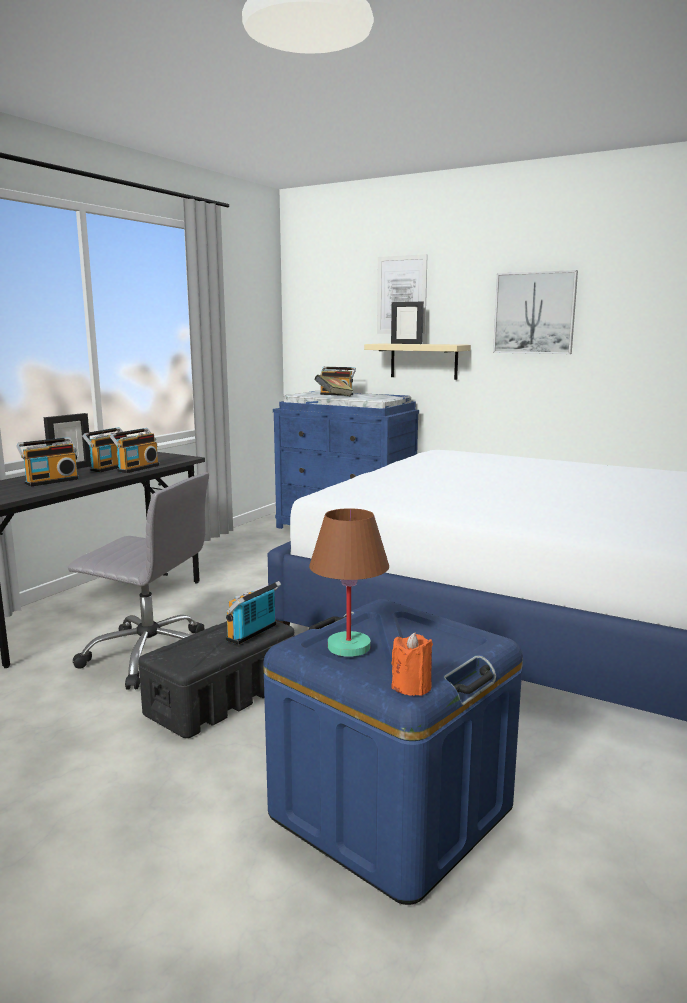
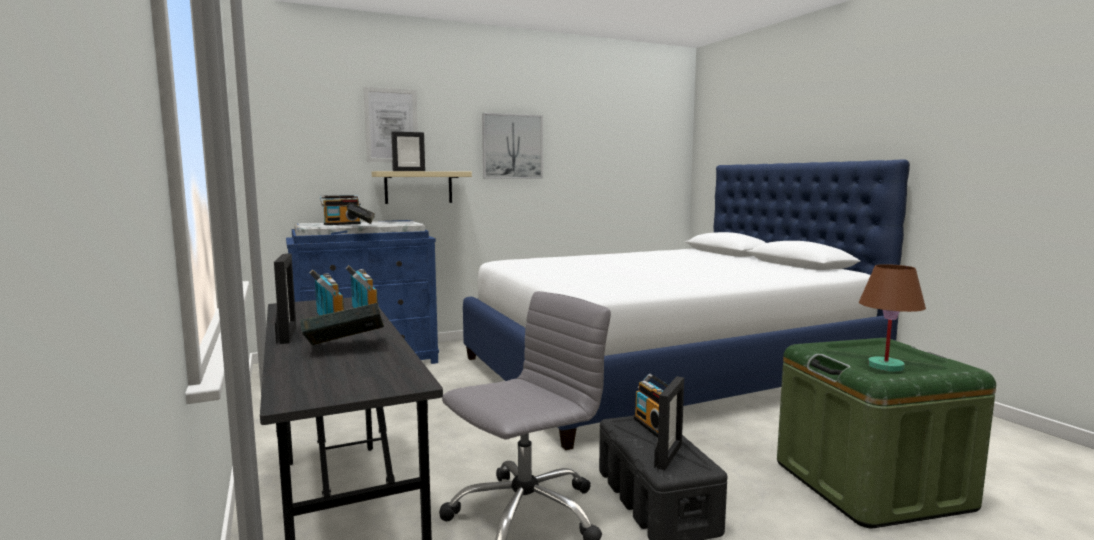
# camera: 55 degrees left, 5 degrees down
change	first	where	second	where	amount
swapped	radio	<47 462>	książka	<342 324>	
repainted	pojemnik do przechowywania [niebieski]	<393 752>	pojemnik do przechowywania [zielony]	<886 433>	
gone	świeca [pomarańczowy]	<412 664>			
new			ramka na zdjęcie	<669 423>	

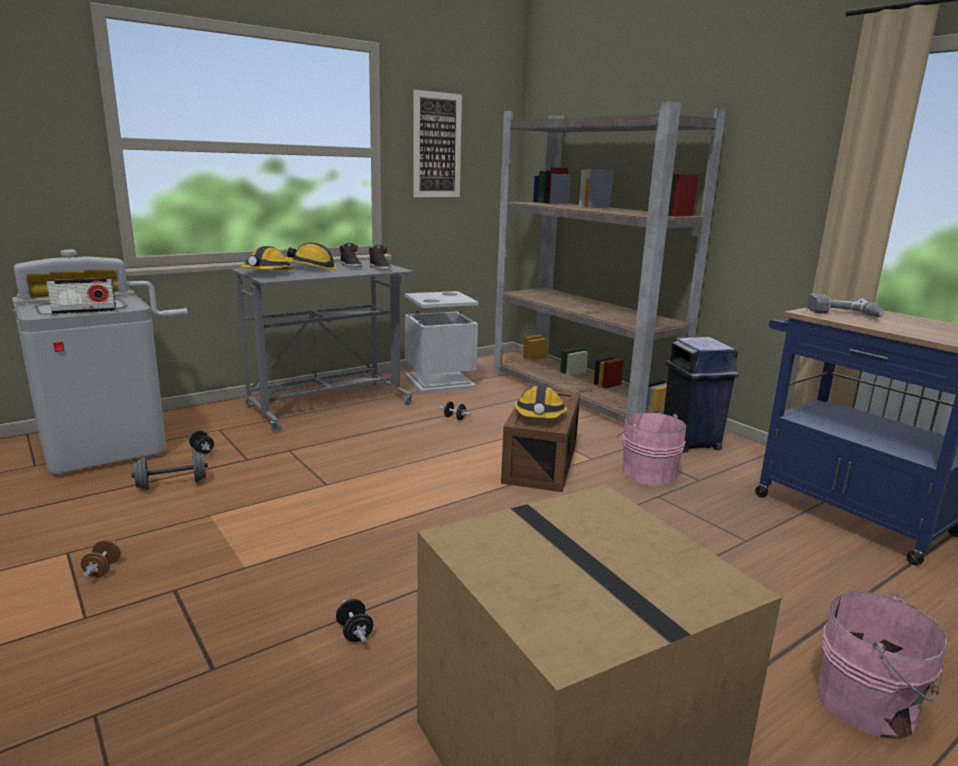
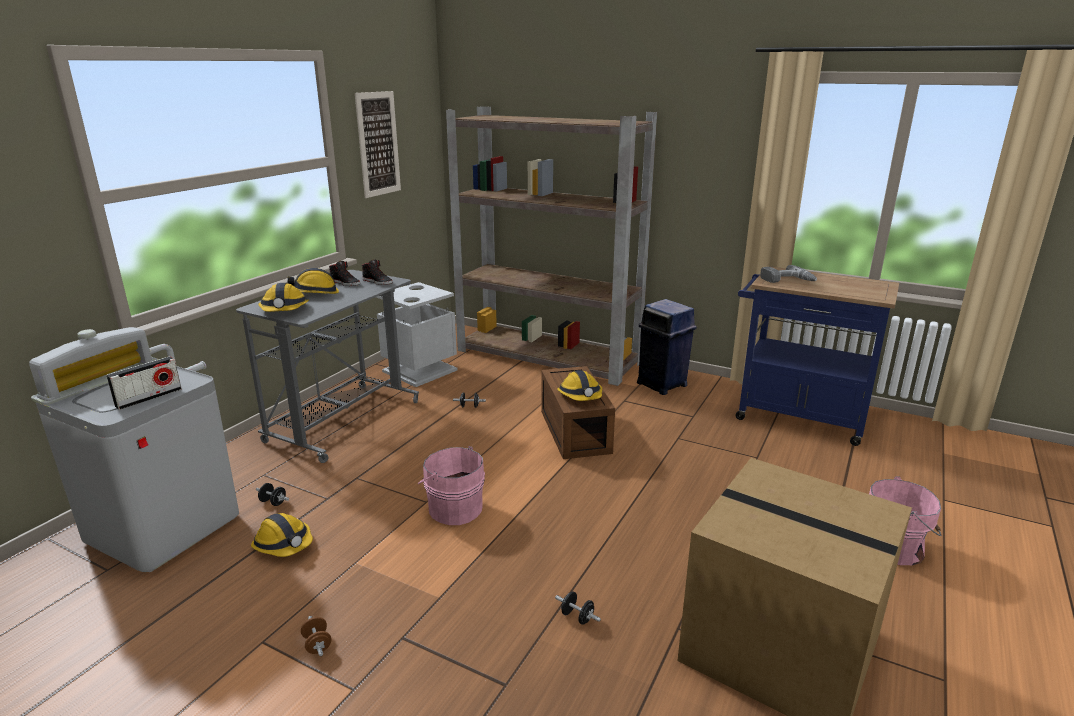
# camera: 25 degrees left, 5 degrees up
change	first	where	second	where	amount
shifted	wiadro [różowy]	<651 449>		<451 485>	
swapped	hantel [szary]	<170 470>	kask	<282 535>	

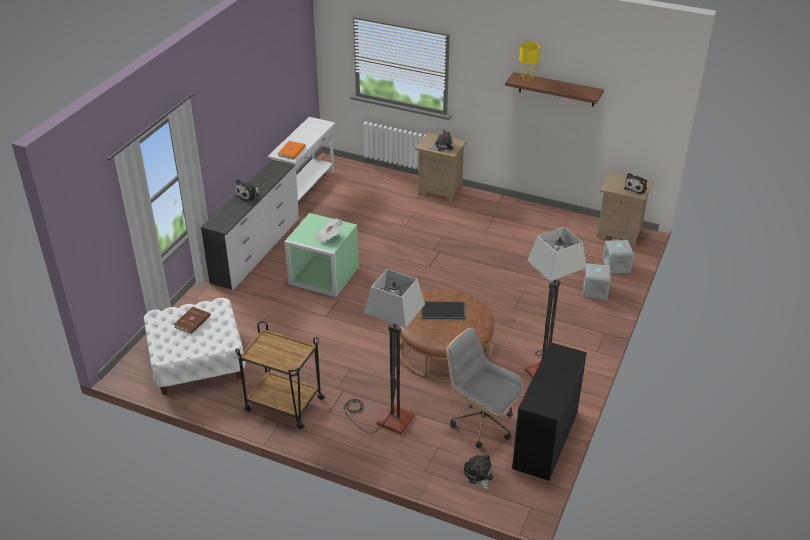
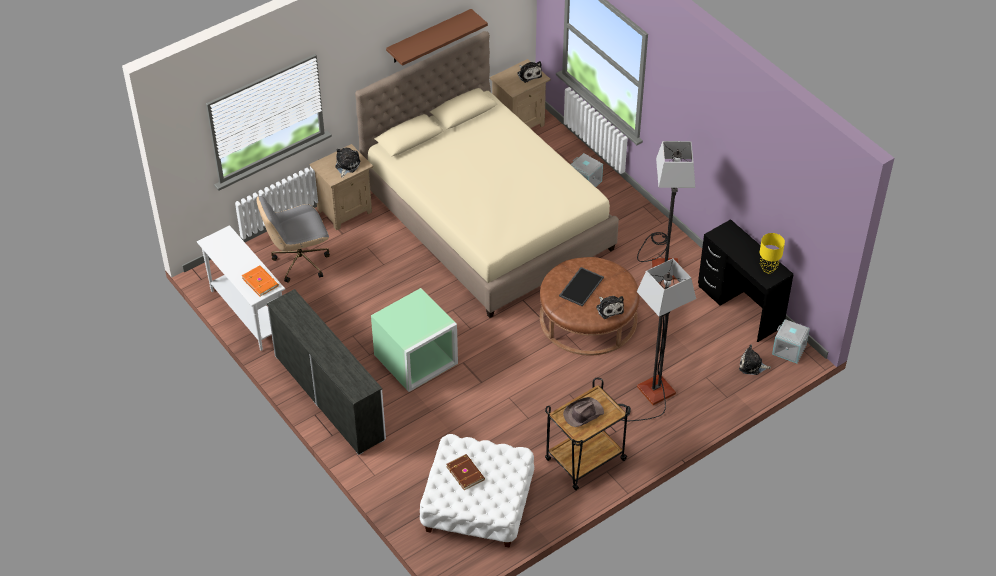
# camera: 60 degrees left, 10 degrees up
change	first	where	second	where	amount
shifted	lampa stołowa [żółty]	<529 61>		<772 253>	
shifted	pluszak	<247 190>		<610 307>	
gone	gazeta	<328 230>			
shifted	pojemnik do przechowywania [szary]	<618 256>		<791 341>	
shifted	krzesło biurowe [szary]	<484 388>		<293 239>	
new			łóżko [beżowy]	<487 174>	
new			kapelusz [brązowy]	<583 412>	

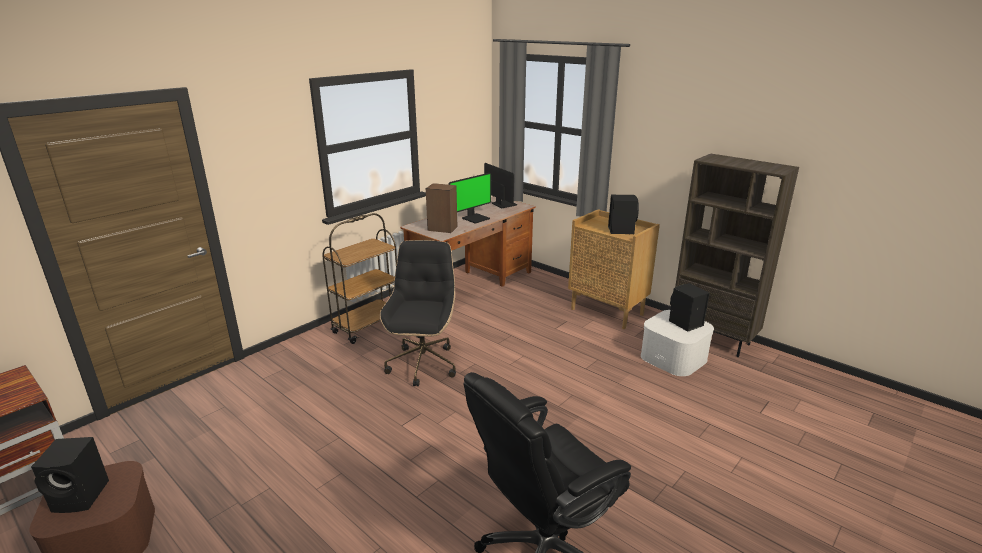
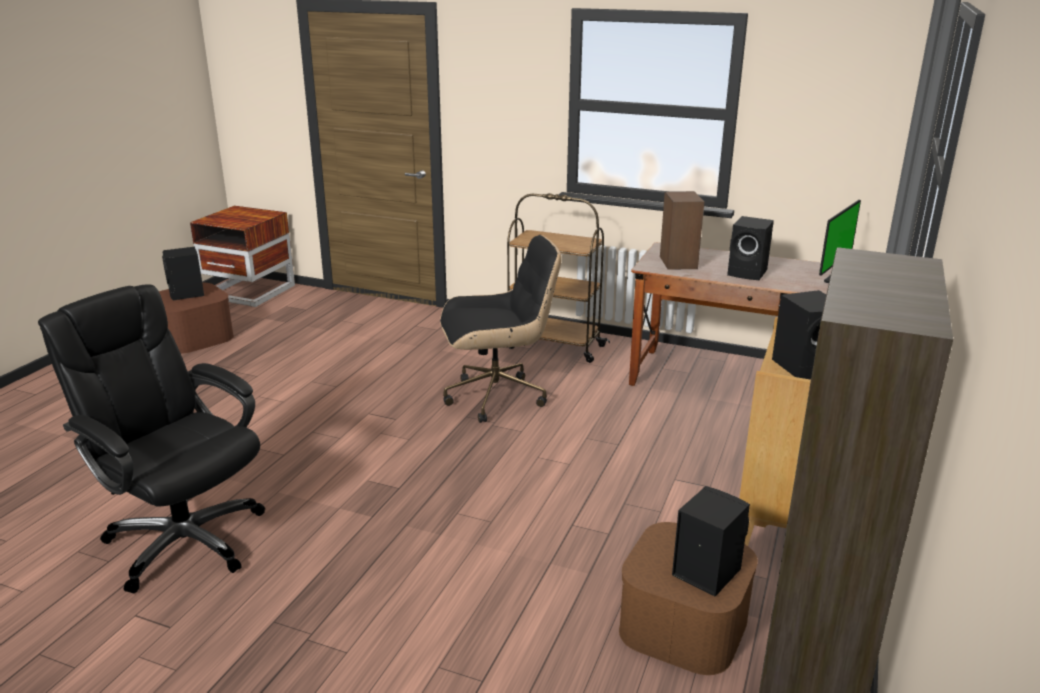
# camera: 70 degrees right, 0 degrees up
change	first	where	second	where	amount
swapped	monitor	<470 198>	głośnik [czarny]	<750 248>	
repainted	pojemnik do przechowywania [biały]	<677 343>	pojemnik do przechowywania [brązowy]	<688 598>	

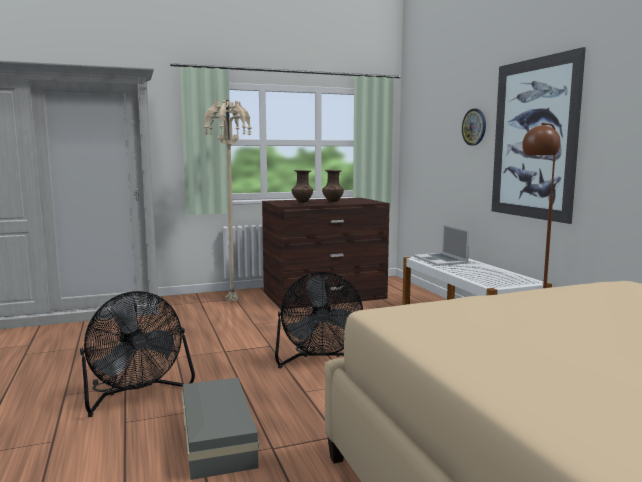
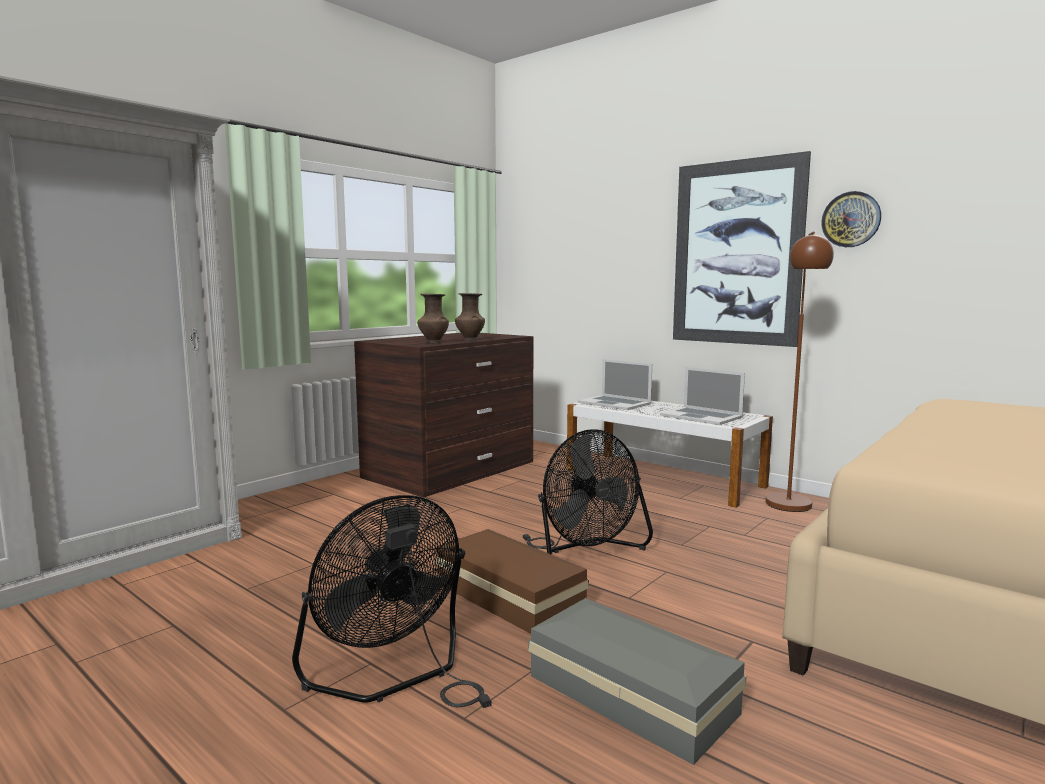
# camera: 30 degrees left, 0 degrees up
change	first	where	second	where	amount
gone	lampa stojąca [beżowy]	<227 201>			
shifted	zegar ścienny	<474 127>		<851 219>	
rotated	wentylator [czarny]	<137 354>		<392 601>	150 degrees counterclockwise
new			laptop	<702 396>	
new			pojemnik do przechowywania [brązowy]	<512 581>	

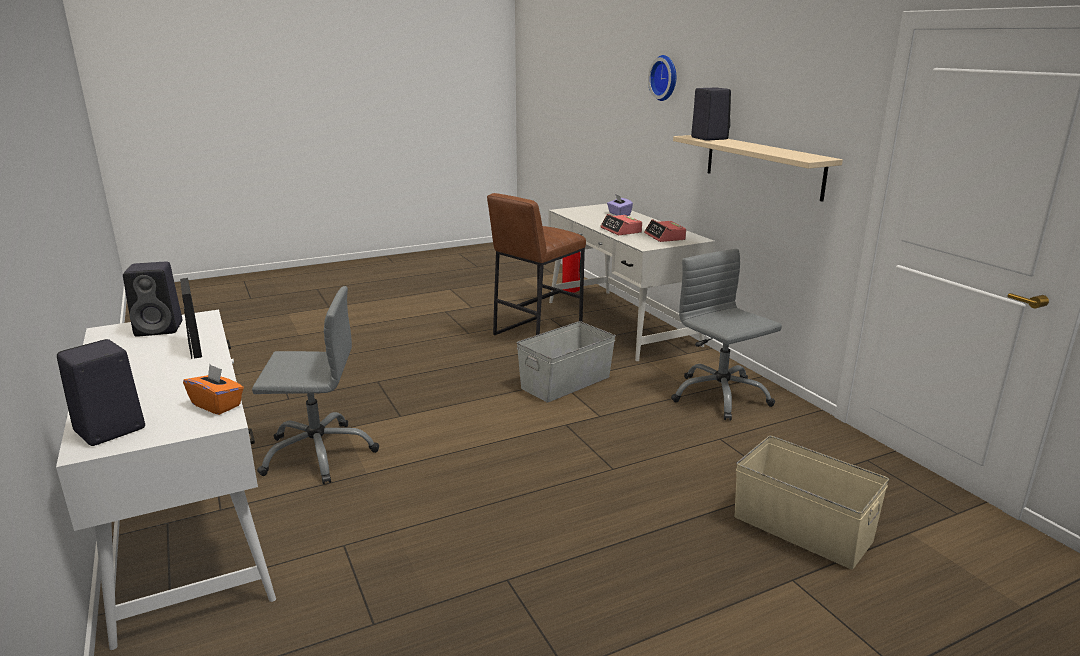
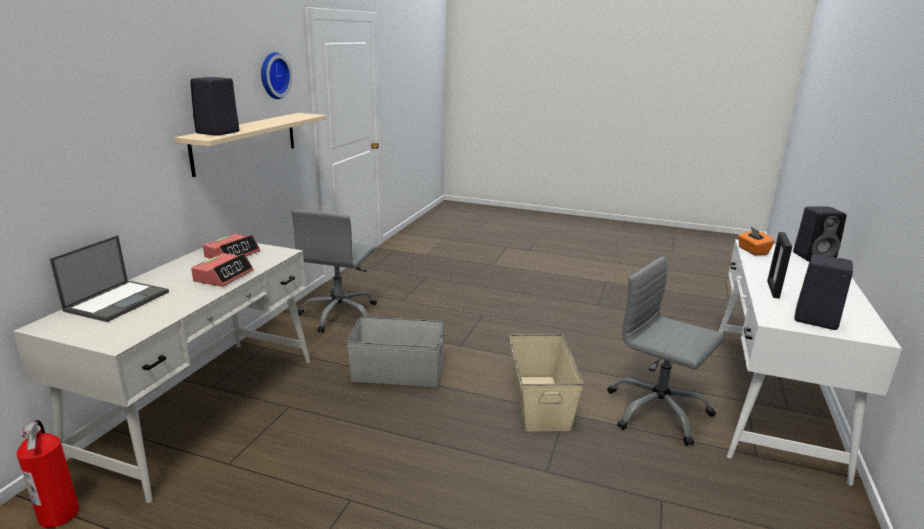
# camera: 135 degrees left, 0 degrees up
change	first	where	second	where	amount
shifted	zegar ścienny	<662 78>		<276 75>	
gone	stołek [brązowy]	<536 264>			
swapped	pudełko chusteczek [fioletowy]	<620 205>	laptop	<109 278>	
shifted	pojemnik do przechowywania [beżowy]	<811 502>		<546 383>	

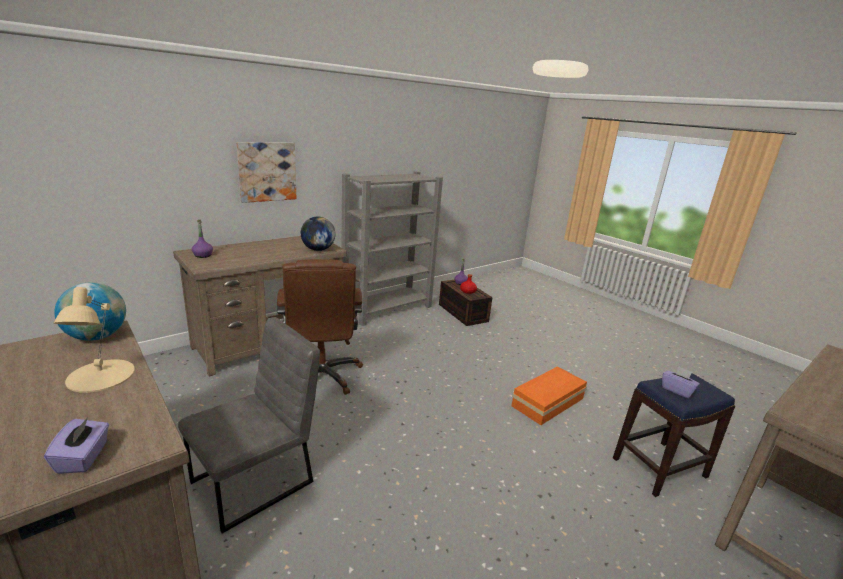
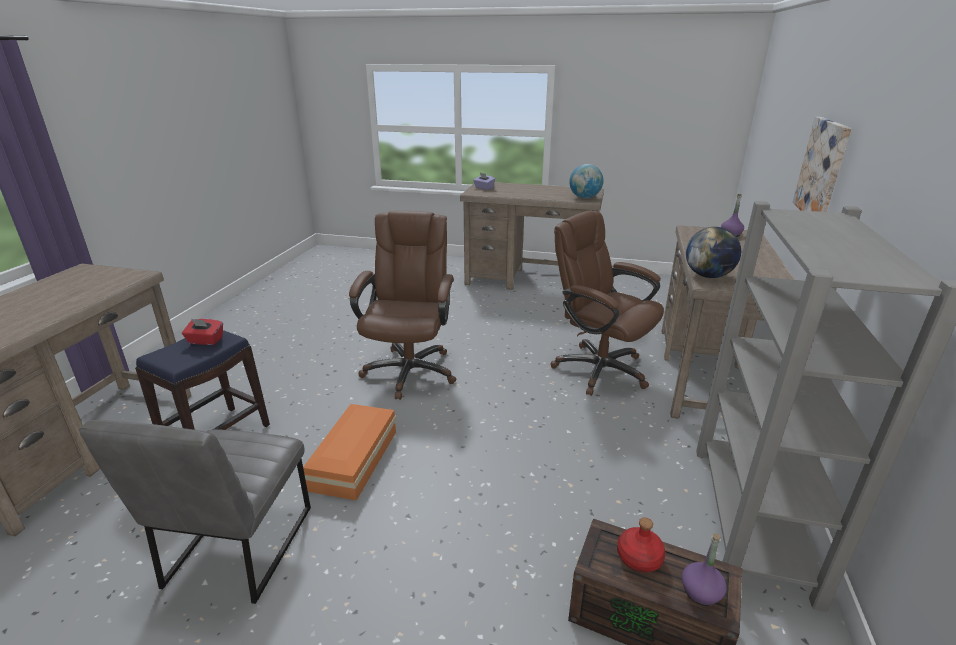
# camera: 145 degrees right, 5 degrees up
change	first	where	second	where	amount
gone	lampa stołowa [beżowy]	<94 340>			
shifted	krzesło [szary]	<249 425>		<195 512>	
repainted	pudełko chusteczek [fioletowy]	<681 382>	pudełko chusteczek [czerwony]	<202 332>	
new			krzesło biurowe [brązowy]	<402 305>	

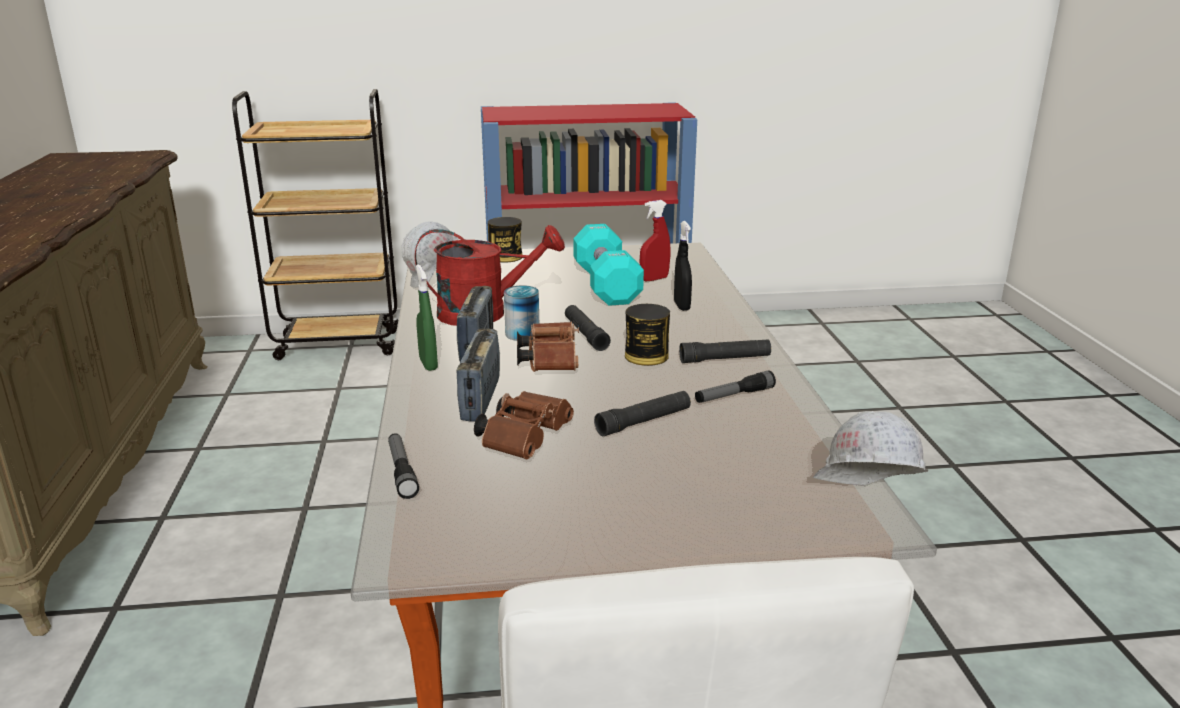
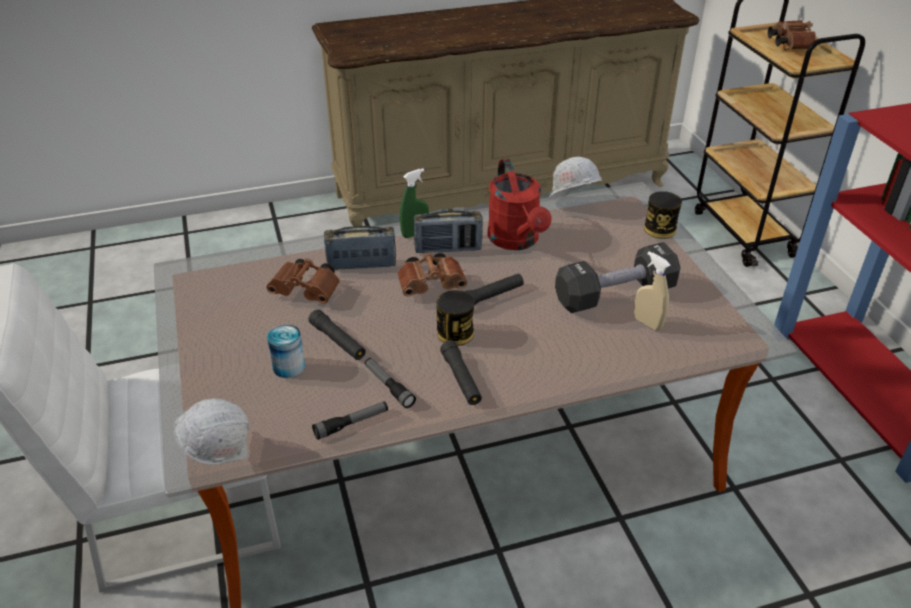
# camera: 80 degrees right, 15 degrees up
change	first	where	second	where	amount
repainted	spryskiwacz [czerwony]	<655 240>	spryskiwacz [beżowy]	<652 291>	
gone	spryskiwacz [czarny]	<683 266>			
repainted	hantel [turkusowy]	<608 265>	hantel [czarny]	<617 277>	
shifted	puszka	<521 313>		<286 351>	
shifted	latarka	<403 466>		<350 420>	
new			lornetka [brązowy]	<792 35>	

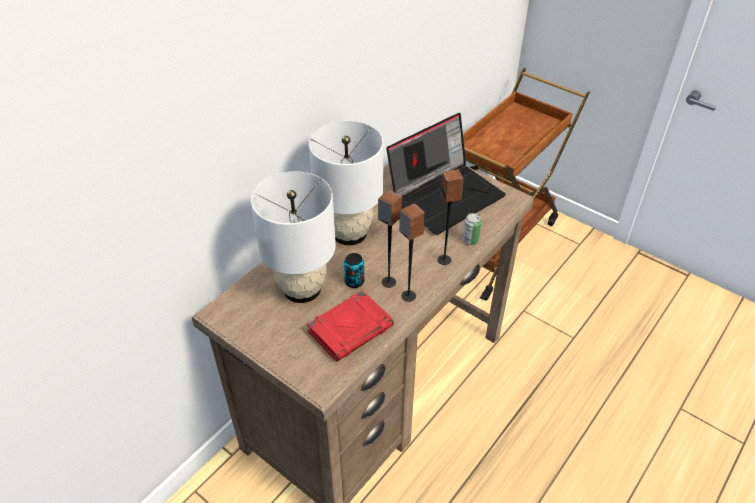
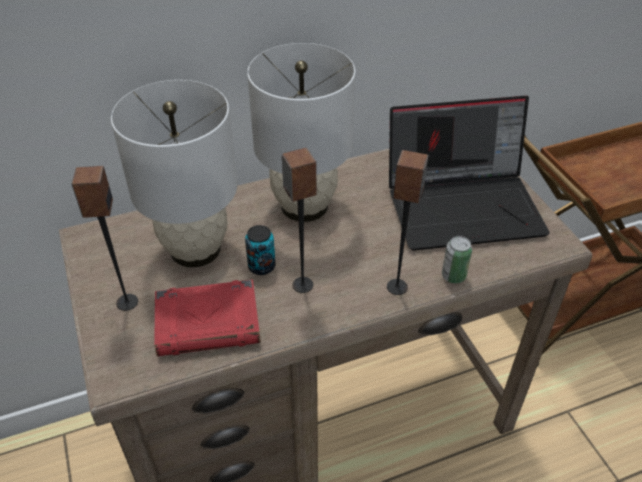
# camera: 30 degrees right, 0 degrees up
change	first	where	second	where	amount
shifted	głośnik	<412 252>		<104 238>	

